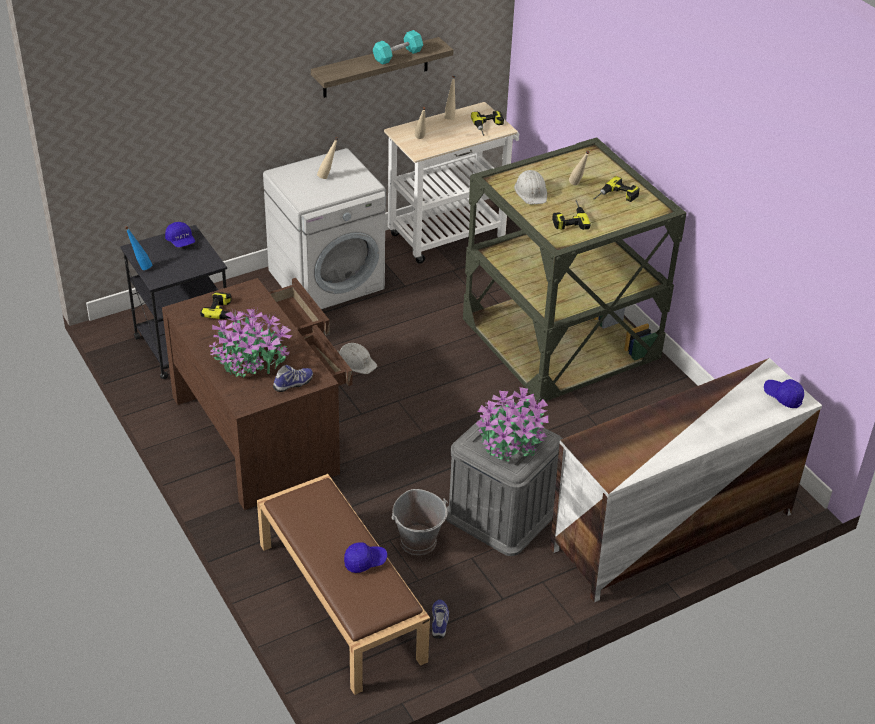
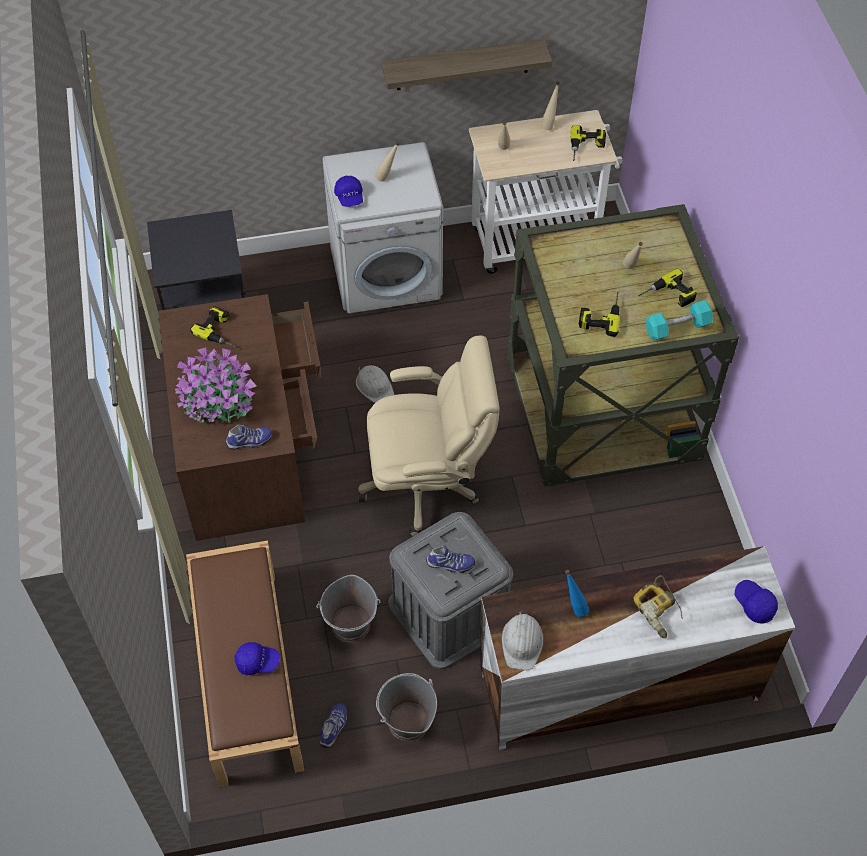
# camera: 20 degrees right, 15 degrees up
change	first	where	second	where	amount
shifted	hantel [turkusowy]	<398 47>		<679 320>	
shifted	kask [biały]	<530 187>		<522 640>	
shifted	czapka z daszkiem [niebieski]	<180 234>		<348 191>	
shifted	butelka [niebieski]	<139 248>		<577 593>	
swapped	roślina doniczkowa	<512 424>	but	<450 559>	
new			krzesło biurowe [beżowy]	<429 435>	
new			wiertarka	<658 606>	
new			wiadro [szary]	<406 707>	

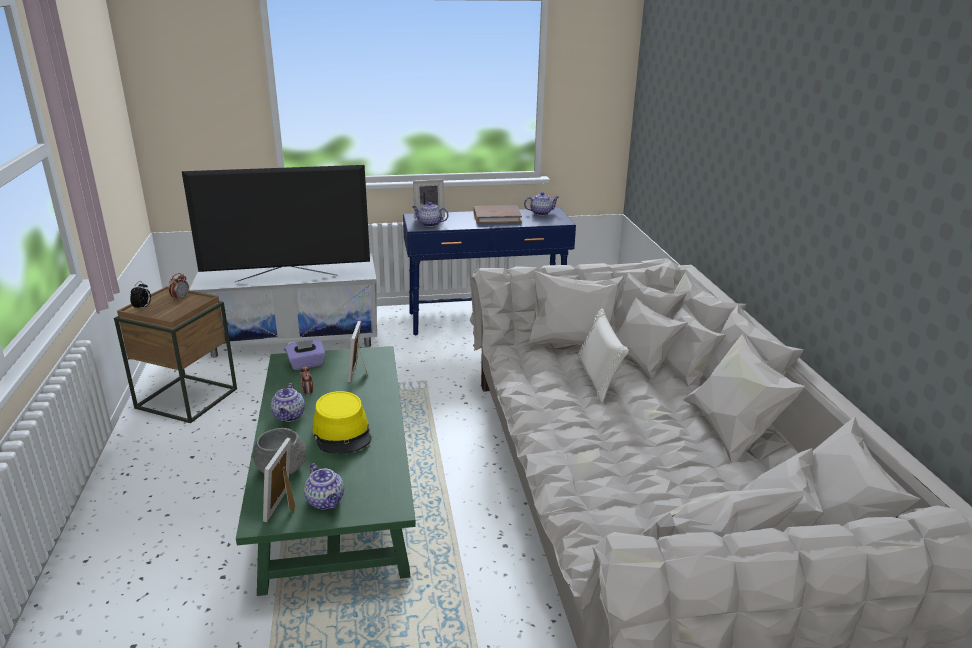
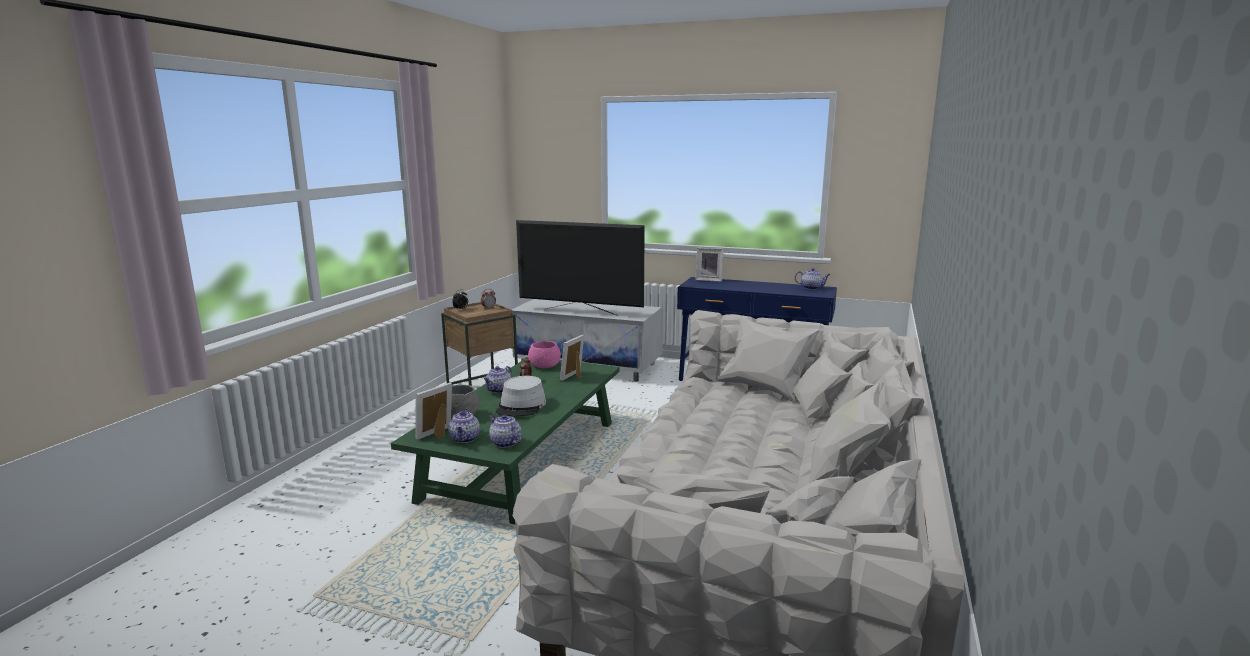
# camera: 30 degrees right, 10 degrees down
change	first	where	second	where	amount
shifted	imbryk	<430 214>		<505 431>	
gone	książka [brązowy]	<498 214>			
gone	poduszka [biały]	<602 356>			
swapped	pudełko chusteczek [fioletowy]	<305 355>	miska [różowy]	<544 354>	
repainted	kapelusz [żółty]	<341 422>	kapelusz [szary]	<521 396>	

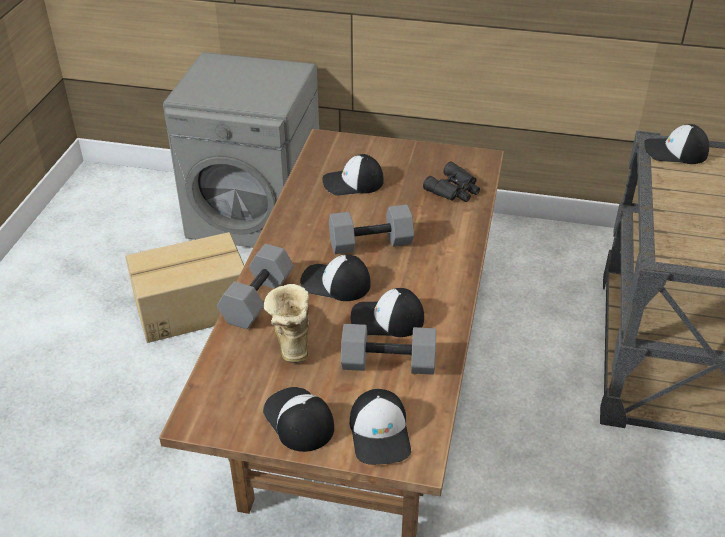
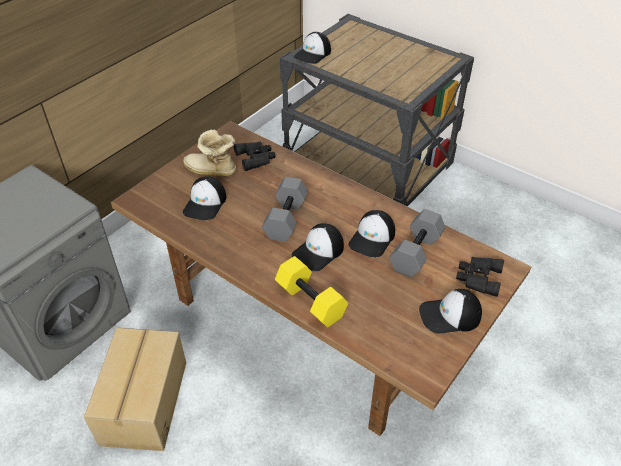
# camera: 65 degrees left, 5 degrees up
change	first	where	second	where	amount
repainted	hantel [szary]	<255 286>	hantel [żółty]	<311 291>	
shifted	but z cholewką	<287 323>		<210 152>	
swapped	czapka z daszkiem	<380 427>	lornetka [czarny]	<480 277>	

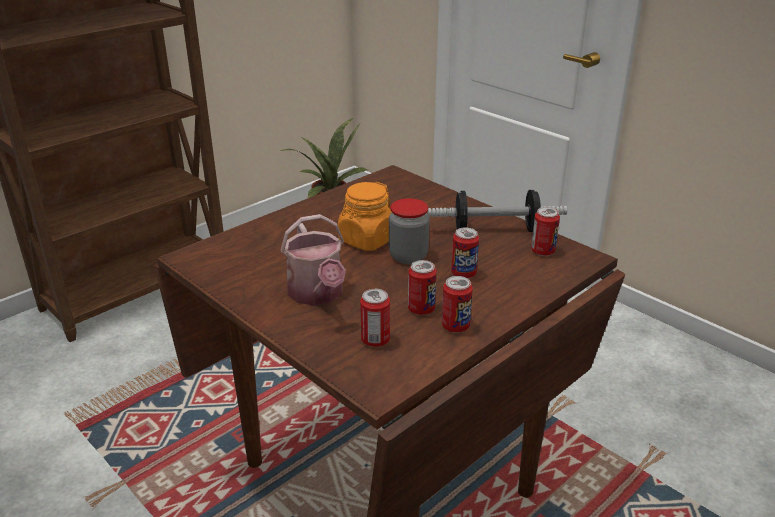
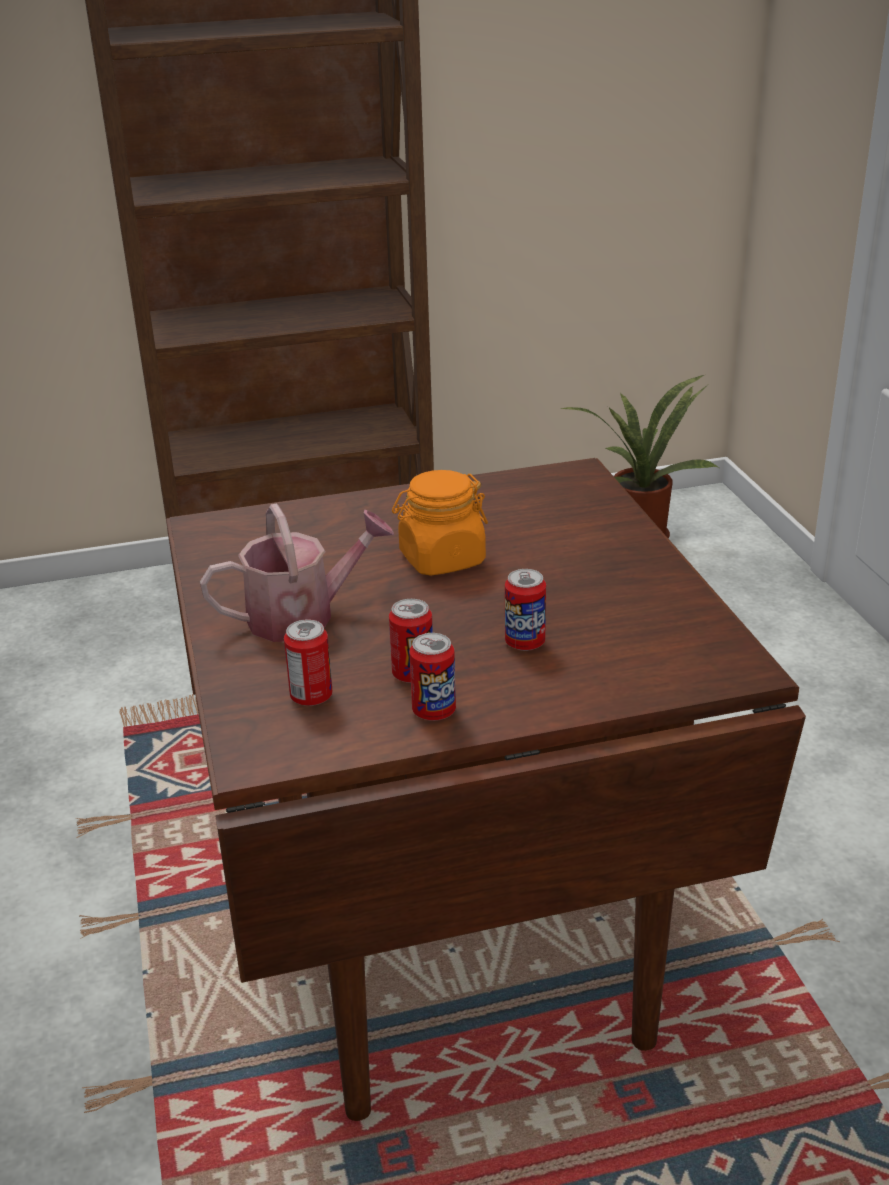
# camera: 30 degrees right, 0 degrees up
change	first	where	second	where	amount
gone	hantel	<497 211>			
gone	słoik	<409 231>			
gone	puszka	<545 231>			
rotated	konewka	<313 260>		<297 572>	120 degrees counterclockwise

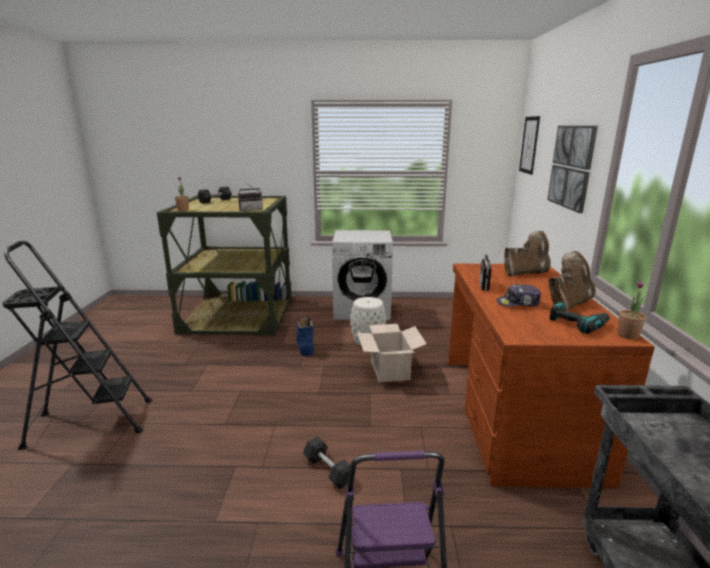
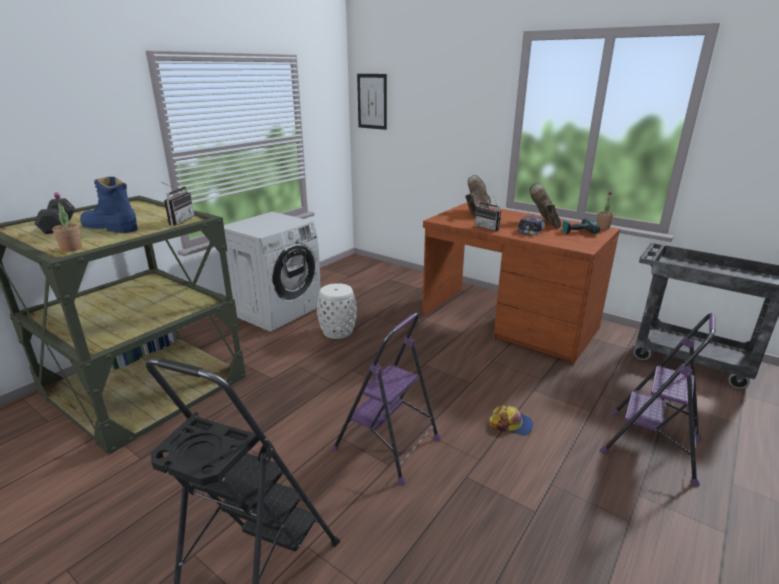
# camera: 55 degrees left, 5 degrees up
change	first	where	second	where	amount
gone	obraz	<572 169>			
shifted	but z cholewką [niebieski]	<305 337>		<109 205>	
gone	karton	<392 353>			
swapped	hantel [czarny]	<327 462>	czapka z daszkiem	<510 420>	
new			drabinka [fioletowy]	<386 399>	

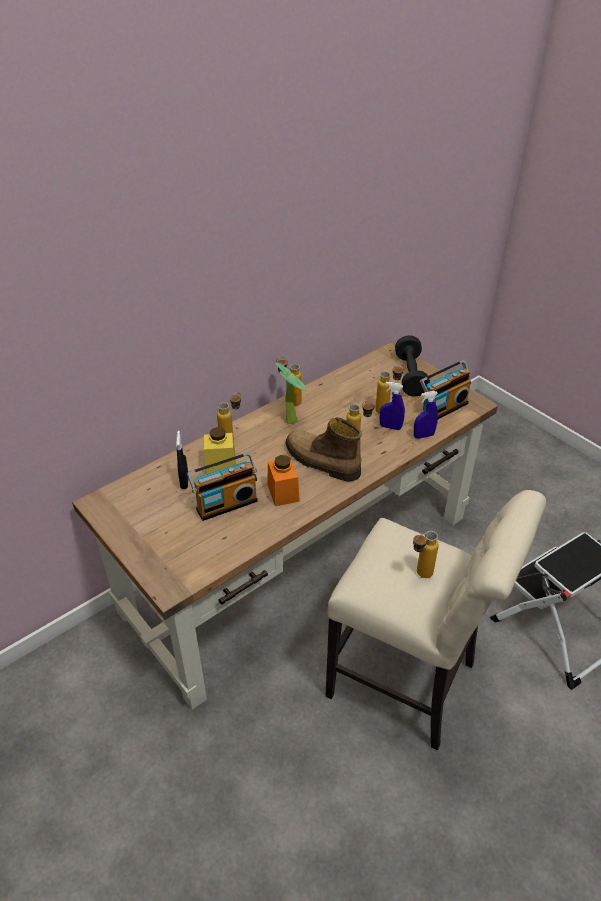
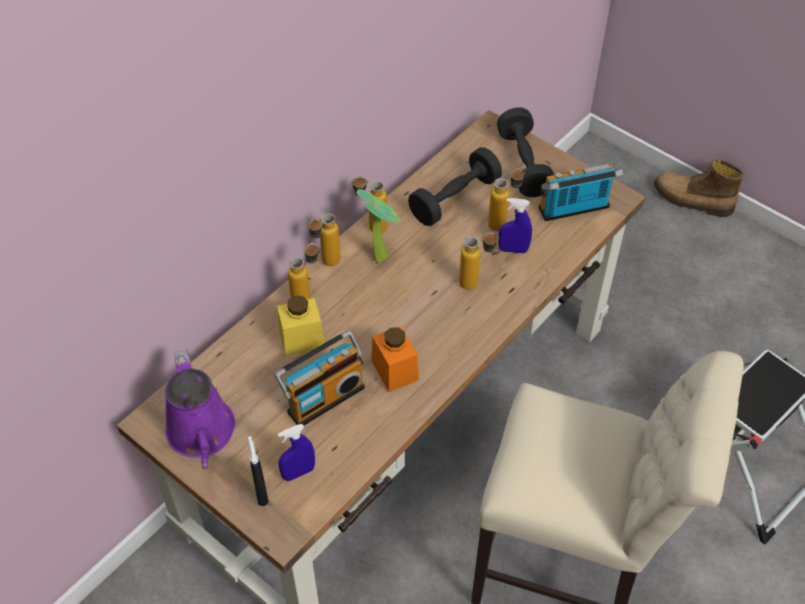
# camera: 10 degrees left, 10 degrees up
change	first	where	second	where	amount
rotated	radio	<445 389>		<581 192>	150 degrees counterclockwise
shifted	spryskiwacz [niebieski]	<426 415>		<296 452>	
shifted	but z cholewką	<324 449>		<698 188>	
shifted	spryskiwacz [czarny]	<182 460>		<258 471>	
shifted	butelka	<426 554>		<324 239>	
new			hantel [czarny]	<455 186>	
new			konewka [fioletowy]	<200 409>	

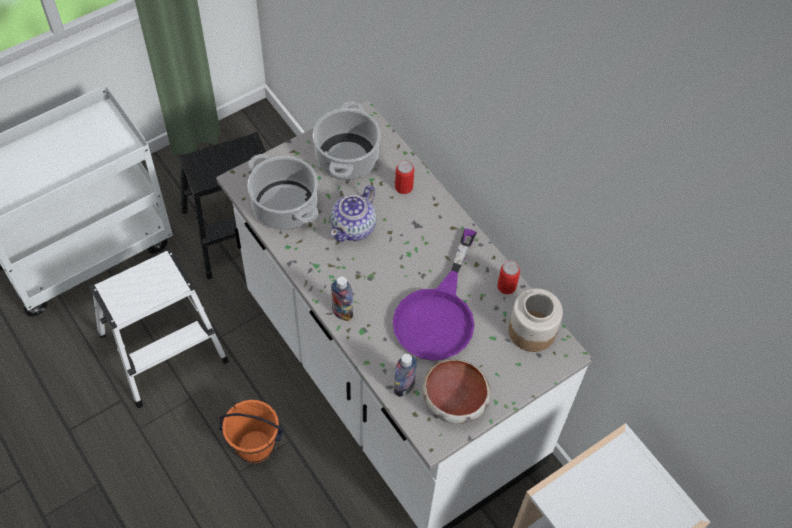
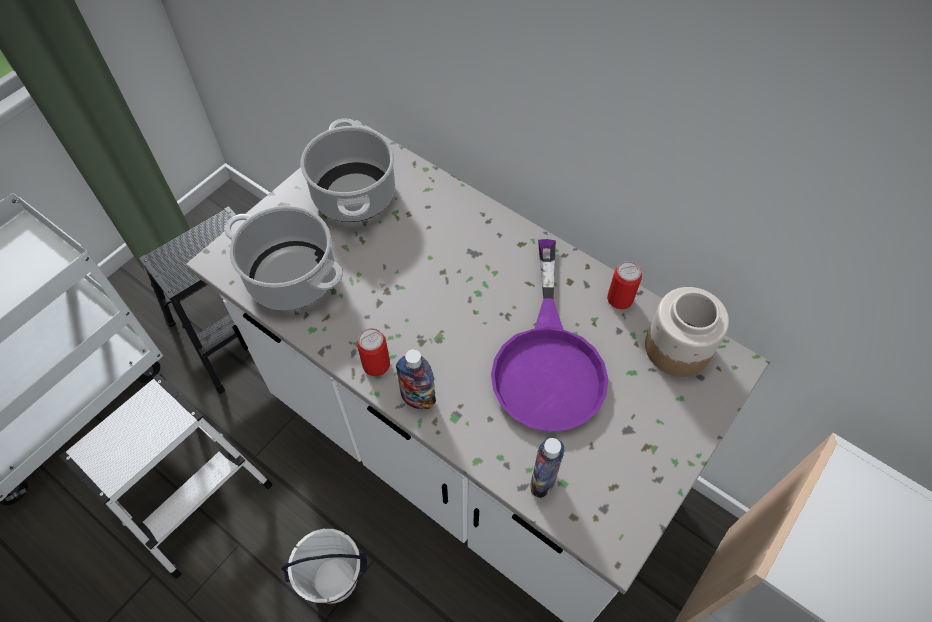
# camera: 15 degrees left, 0 degrees up
change	first	where	second	where	amount
shifted	puszka	<404 177>		<373 352>	
gone	imbryk	<353 213>			
gone	miska	<457 391>			
repainted	wiadro [pomarańczowy]	<251 431>	wiadro [biały]	<324 566>	

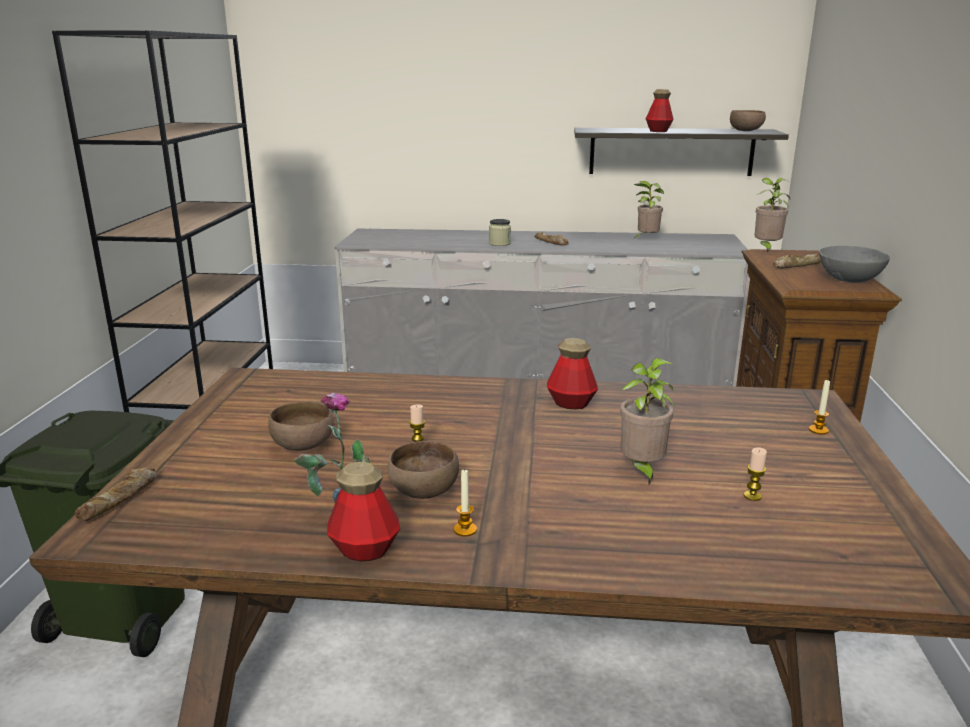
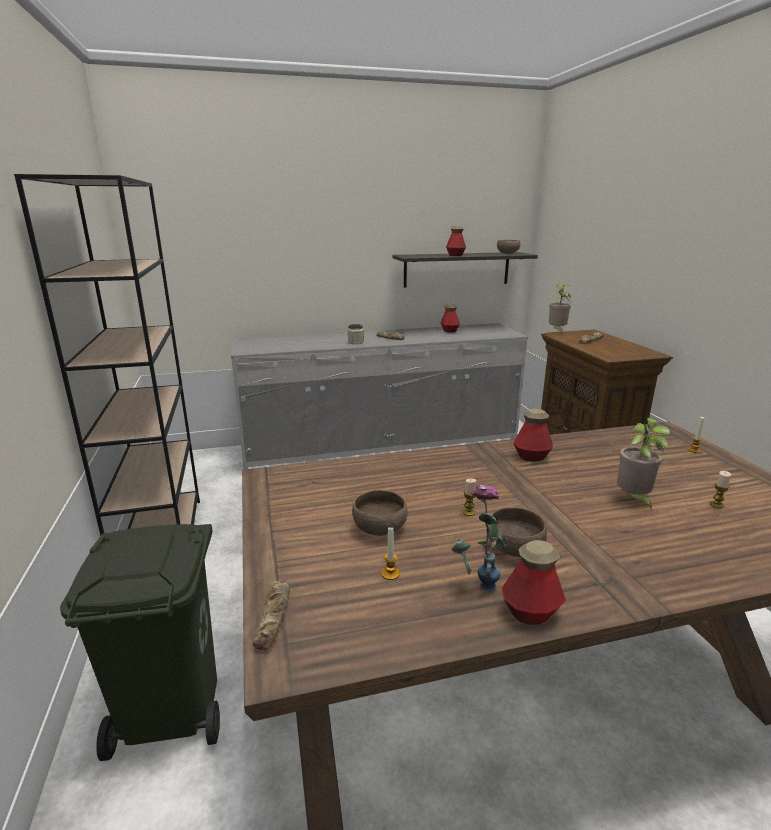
# camera: 20 degrees left, 0 degrees up
change	first	where	second	where	amount
swapped	roślina doniczkowa	<649 209>	butelka	<450 318>	
gone	miska [szary]	<854 264>			
shifted	świeca	<465 502>		<390 553>	

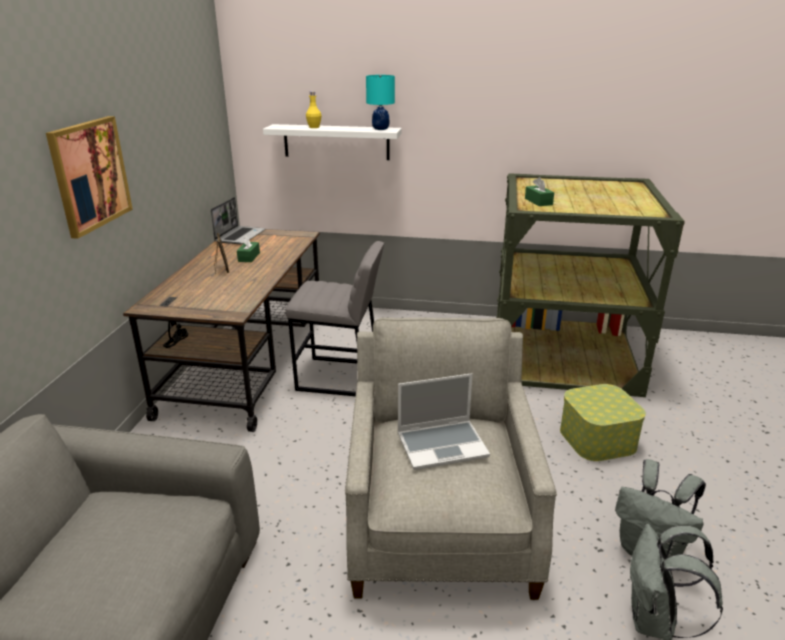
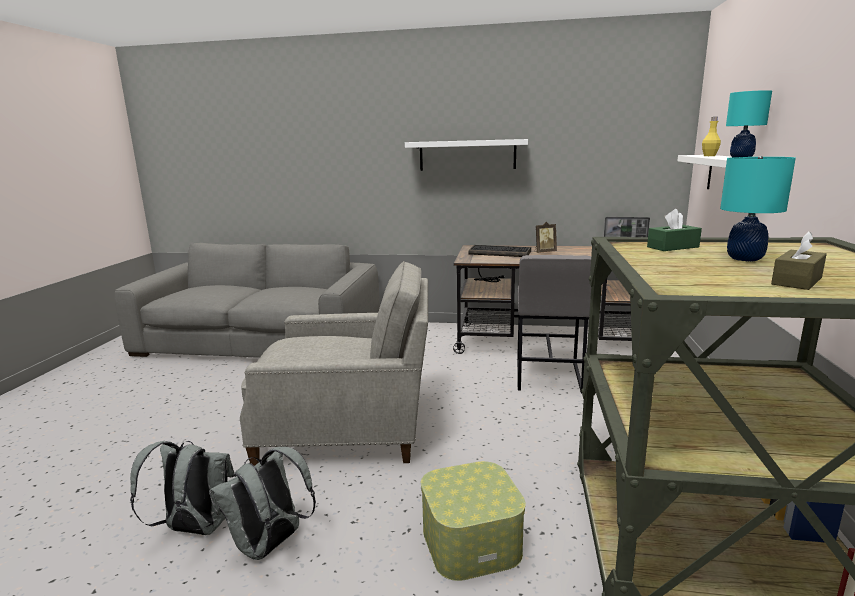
# camera: 90 degrees right, 10 degrees down
change	first	where	second	where	amount
swapped	obraz	<89 177>	półka [biały]	<466 155>	
gone	pudełko chusteczek [zielony]	<248 249>			
gone	laptop	<443 421>			
new			lampa stołowa [turkusowy]	<758 209>	
new			pudełko chusteczek [brązowy]	<799 260>	
new			klawiatura	<499 251>	

